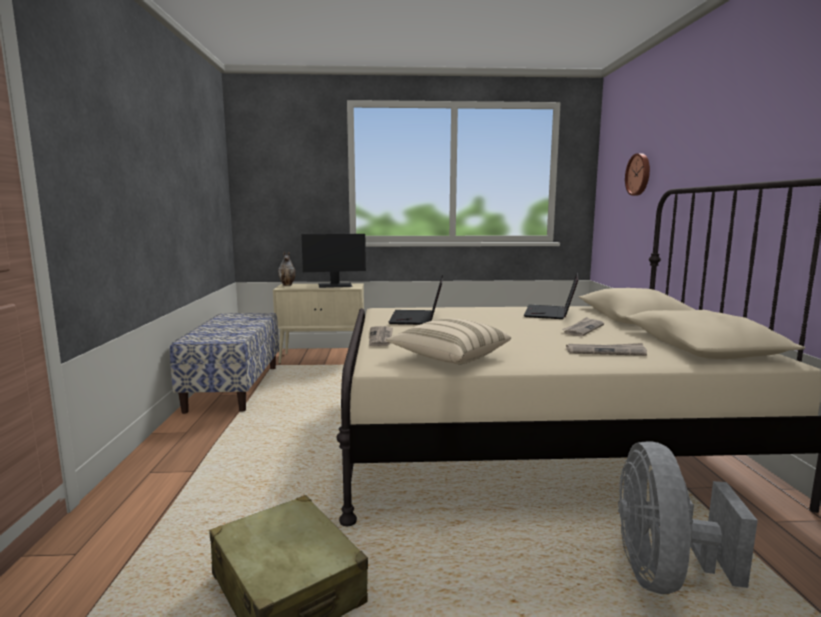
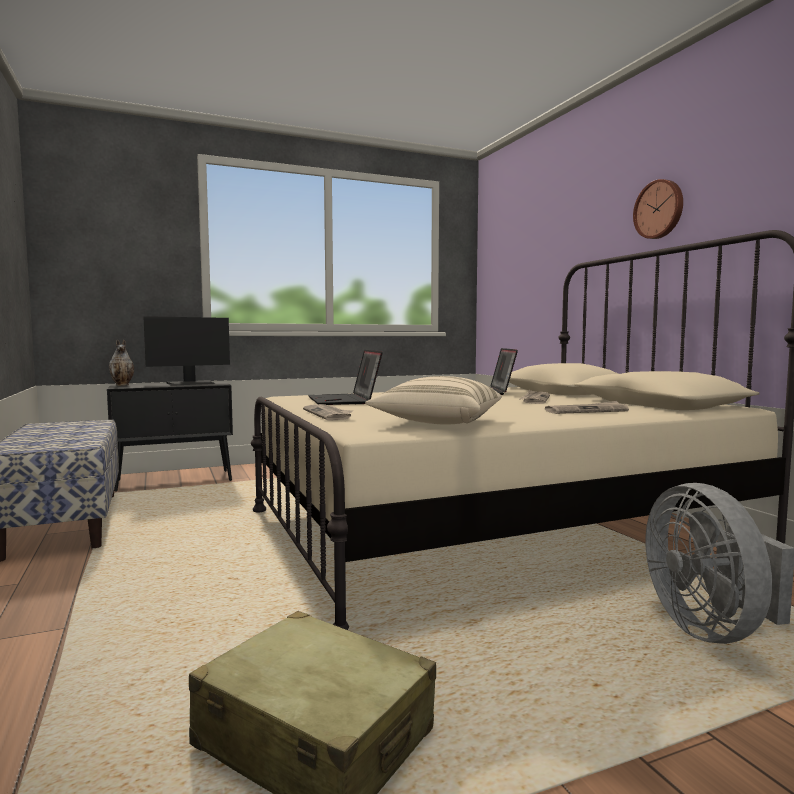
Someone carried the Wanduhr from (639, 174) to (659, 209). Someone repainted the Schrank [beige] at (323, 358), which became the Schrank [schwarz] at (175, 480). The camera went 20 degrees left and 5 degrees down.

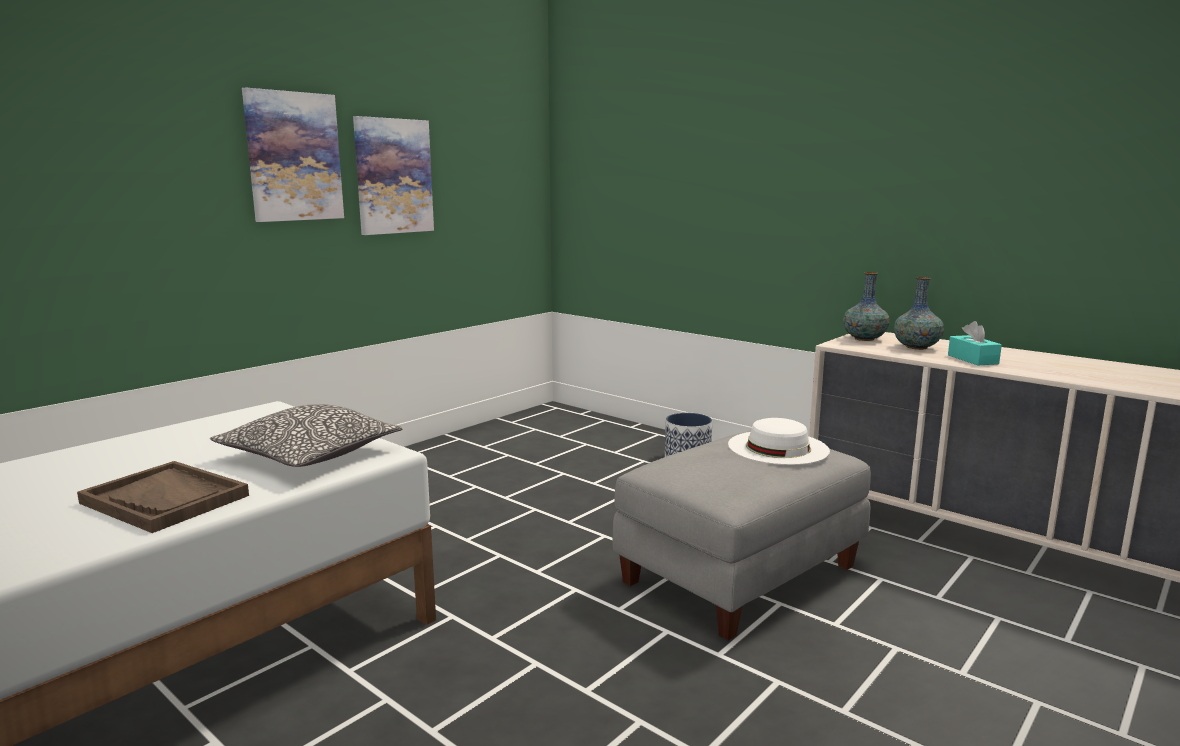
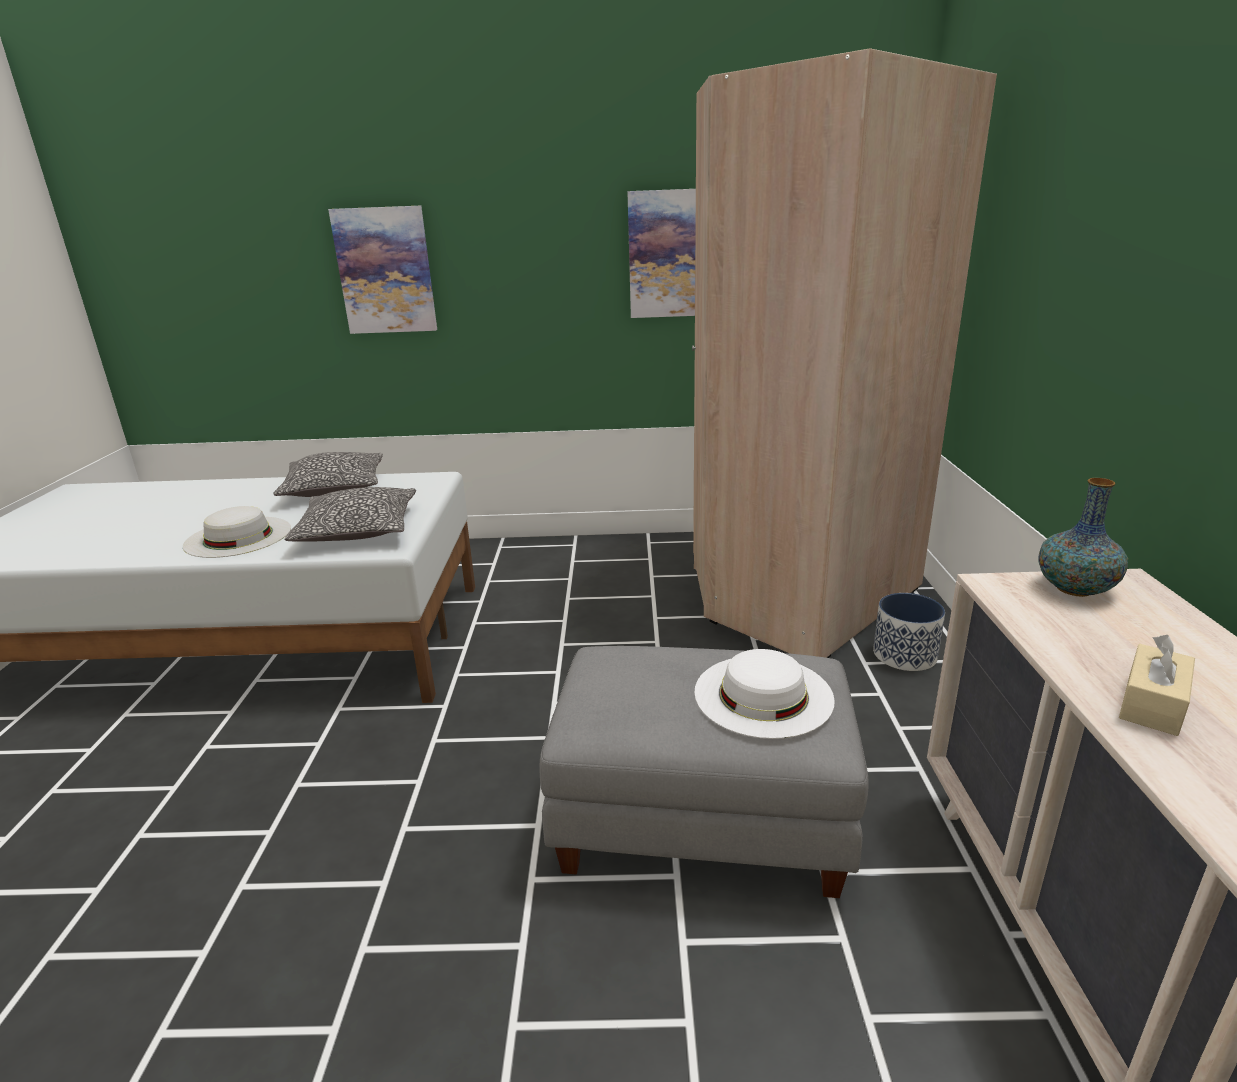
Someone carried the Bild from (294, 157) to (385, 271). Someone took away the Vase at (916, 347). Someone repainted the Taschentuchbox [türkis] at (972, 359), which became the Taschentuchbox [beige] at (1152, 704). Someone swapped the Tablett [braun] at (165, 499) for the Hut [weiß] at (238, 537). Someone put down the Kleiderschrank [beige] at (791, 590). Someone put down the Kissen at (335, 488). The camera went 50 degrees right and 10 degrees up.

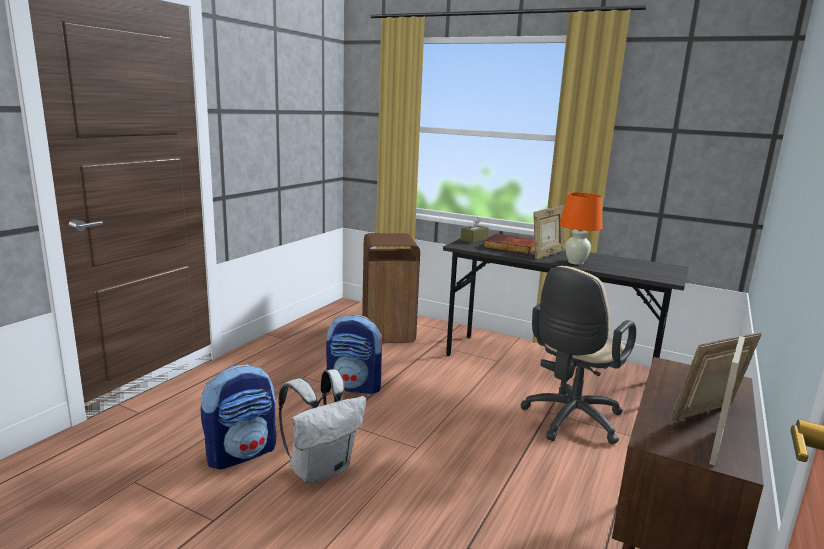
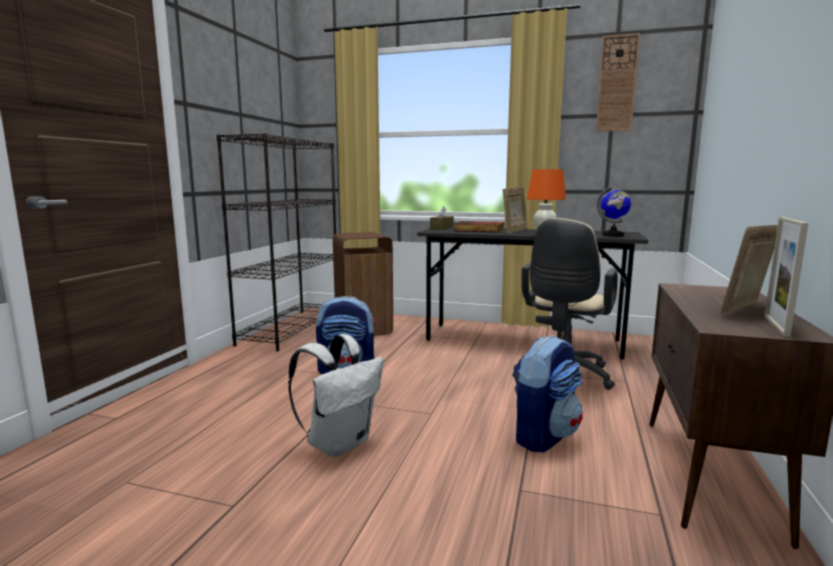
Someone carried the Rucksack from (242, 453) to (543, 435). Someone put up the Wanduhr at (617, 83). Someone put down the Bücherregal [schwarz] at (291, 329). Someone put down the Globus at (613, 235). The camera went 10 degrees left and 5 degrees down.

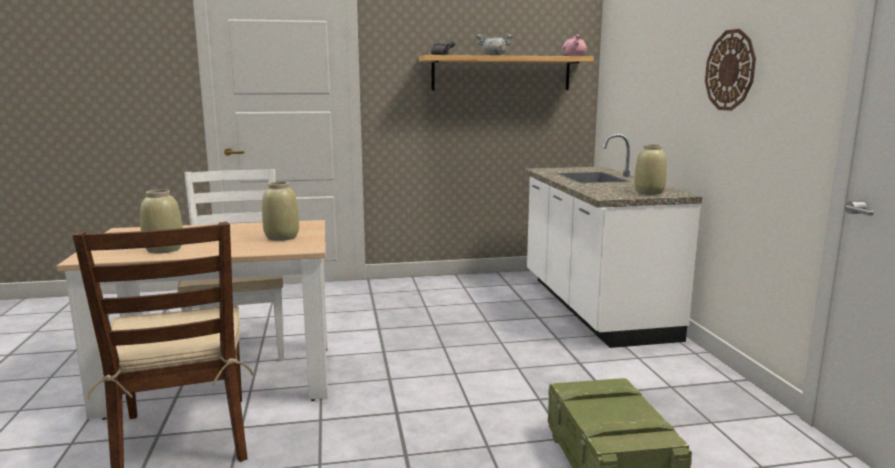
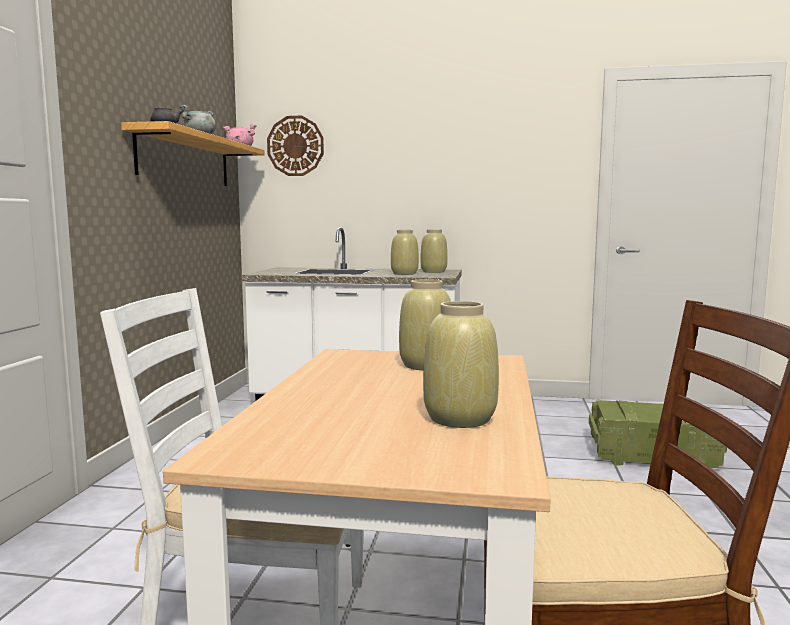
Someone carried the Wanduhr from (730, 70) to (295, 146). Someone put down the Vase [beige] at (405, 274). The camera went 70 degrees left and 5 degrees down.

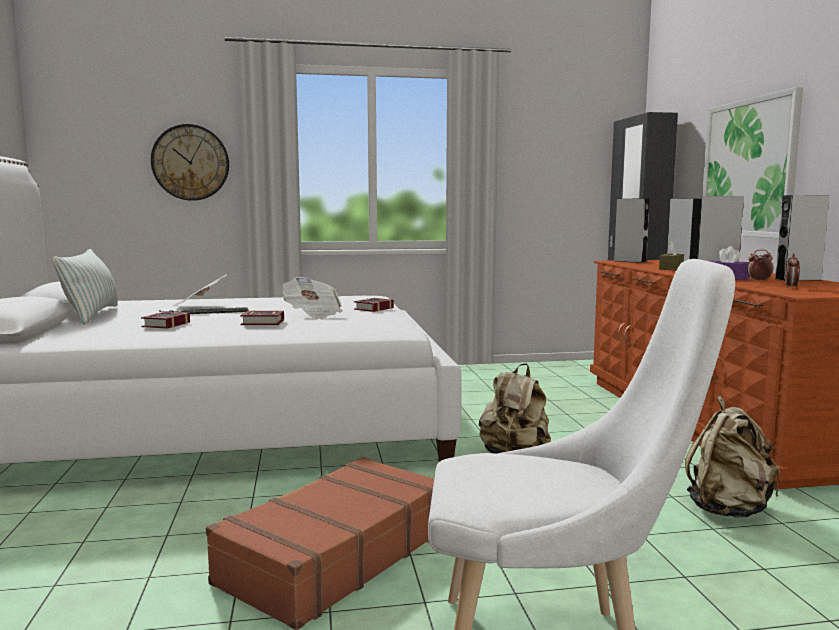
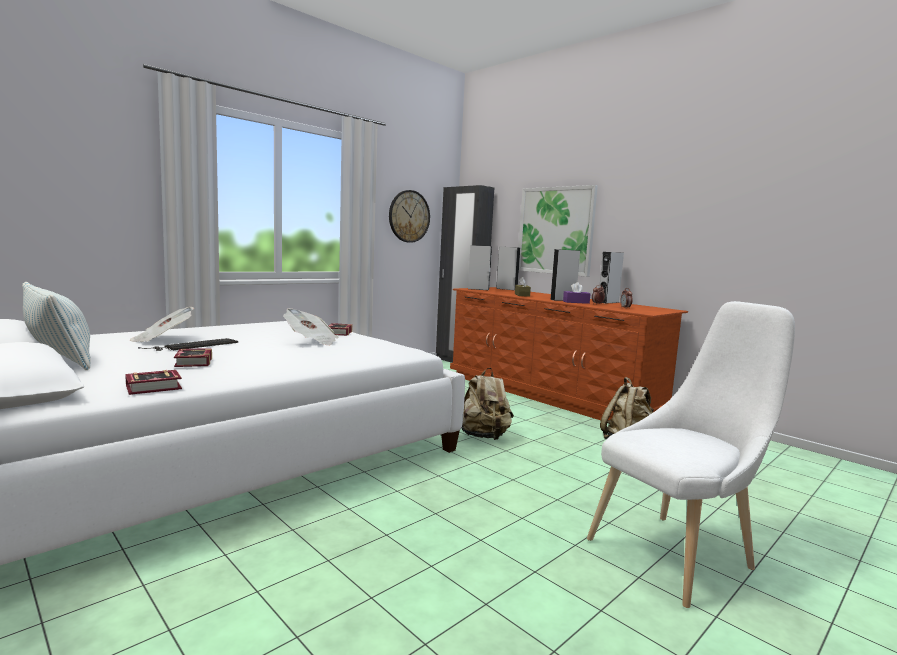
Someone carried the Wanduhr from (190, 162) to (409, 216). Someone carried the Buch from (264, 323) to (156, 387). Someone took away the Koffer [braun] at (334, 556). The camera went 35 degrees left and 0 degrees up.

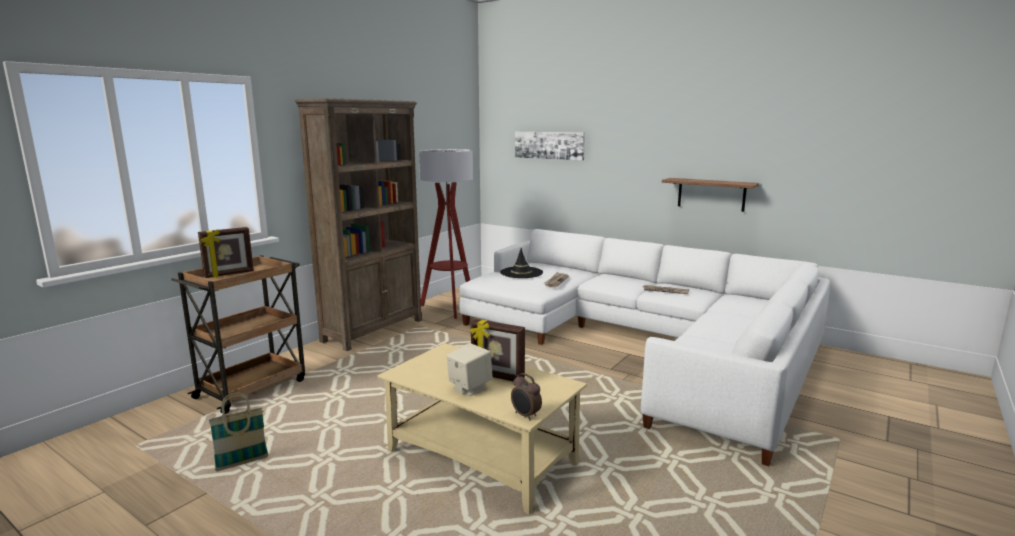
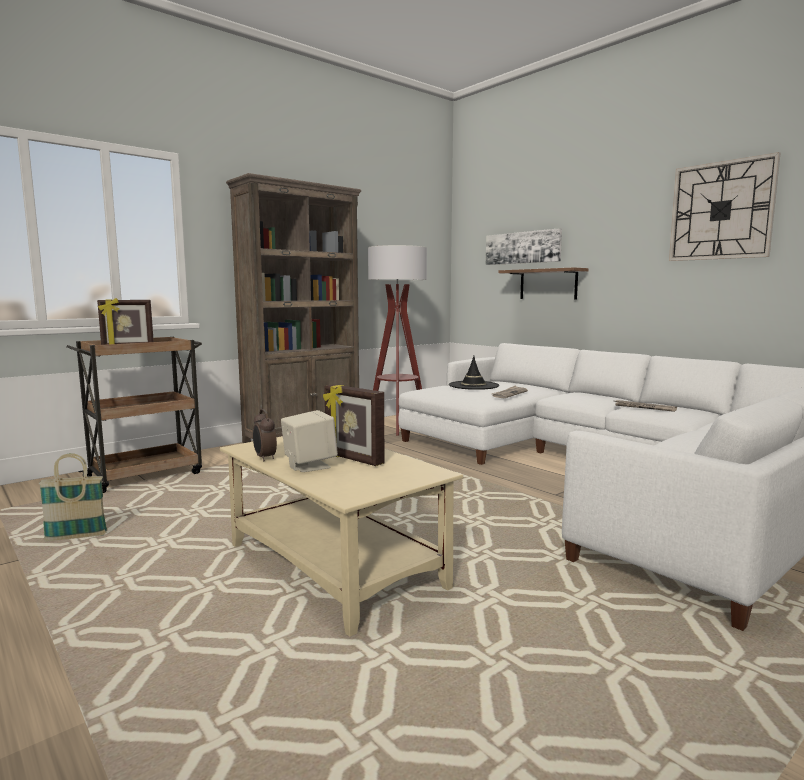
Someone carried the Wandregal from (711, 194) to (548, 284). Someone carried the Wecker from (525, 415) to (264, 458). Someone put up the Wanduhr at (721, 211). The camera went 15 degrees right and 5 degrees down.

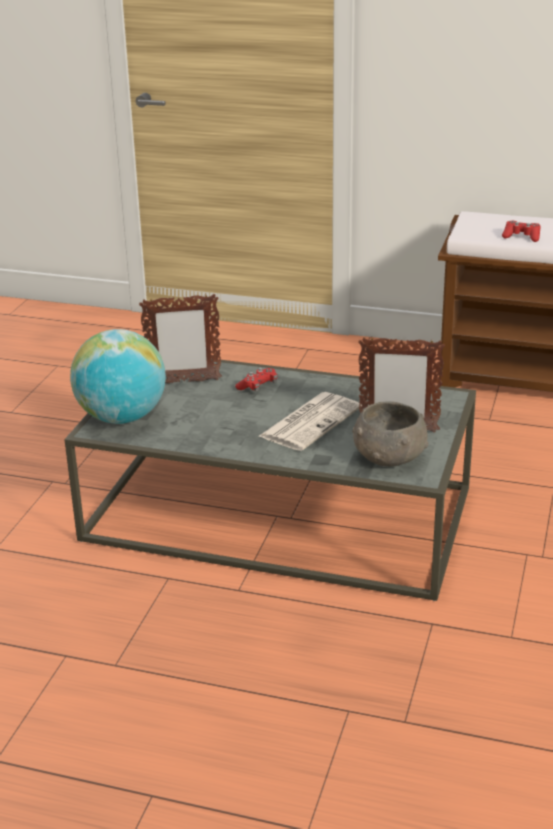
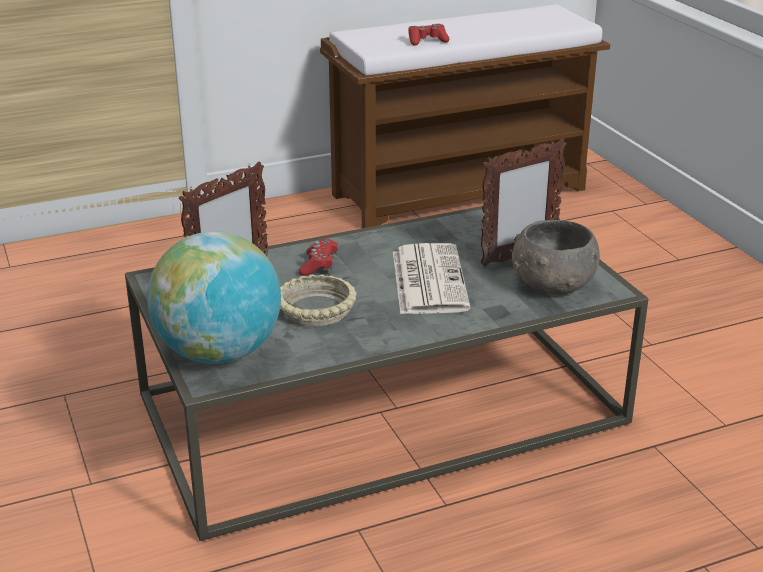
Someone put down the Schüssel [beige] at (317, 309). The camera went 40 degrees left and 0 degrees up.

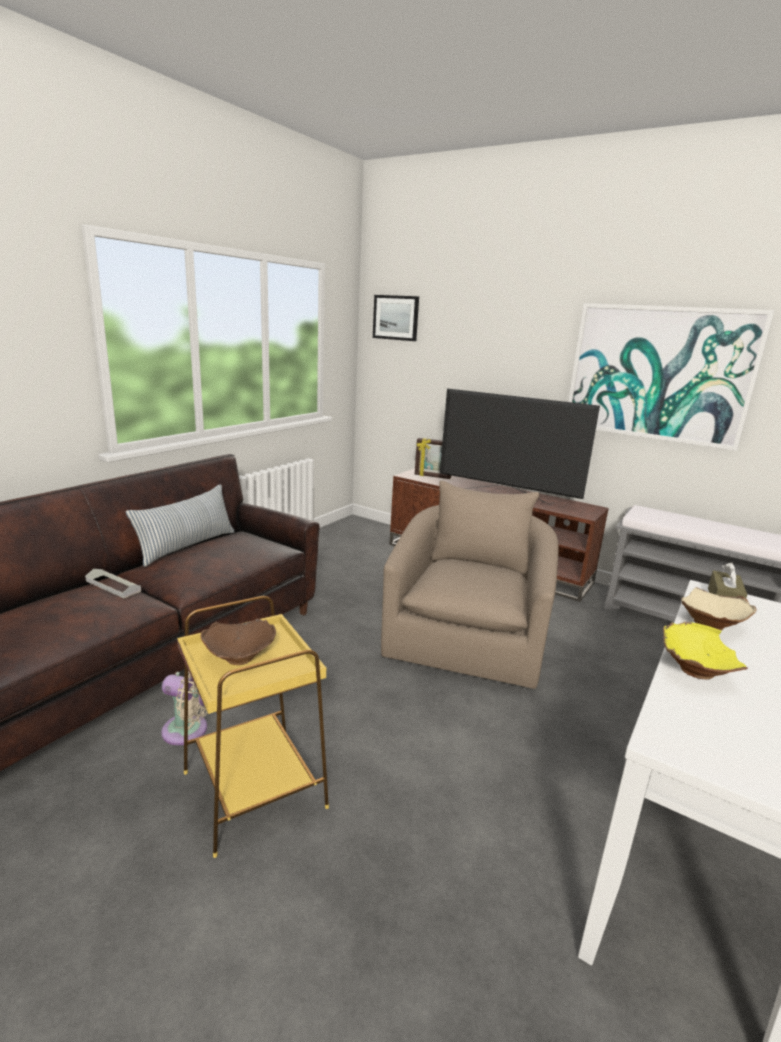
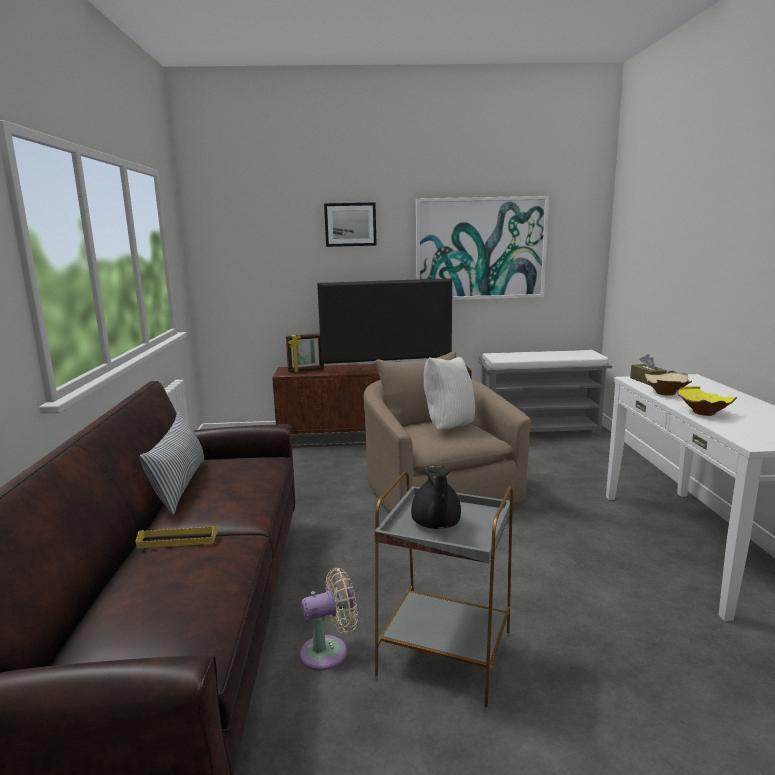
Someone carried the Bild from (396, 317) to (350, 224). Someone repainted the Tablett [grau] at (113, 586), which became the Tablett [gelb] at (177, 540). Someone repainted the Beistelltisch [gelb] at (254, 788), which became the Beistelltisch [grau] at (444, 655). Someone swapped the Schüssel [braun] at (239, 656) for the Teekanne [schwarz] at (435, 524). Someone put down the Kissen [weiß] at (448, 427). The camera went 35 degrees left and 5 degrees down.

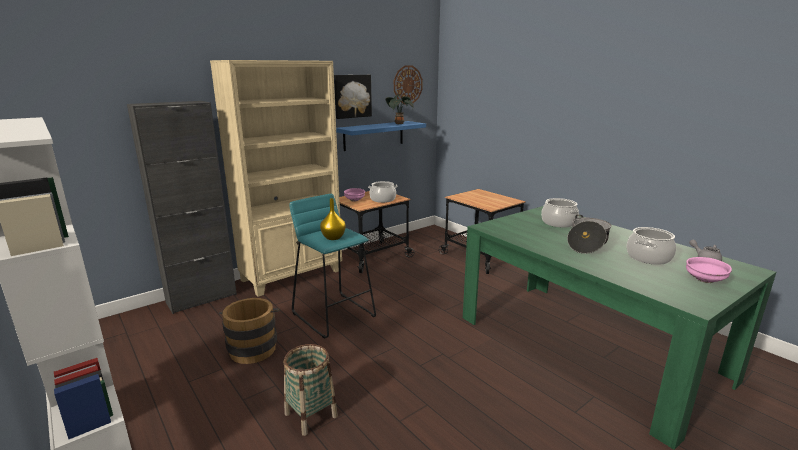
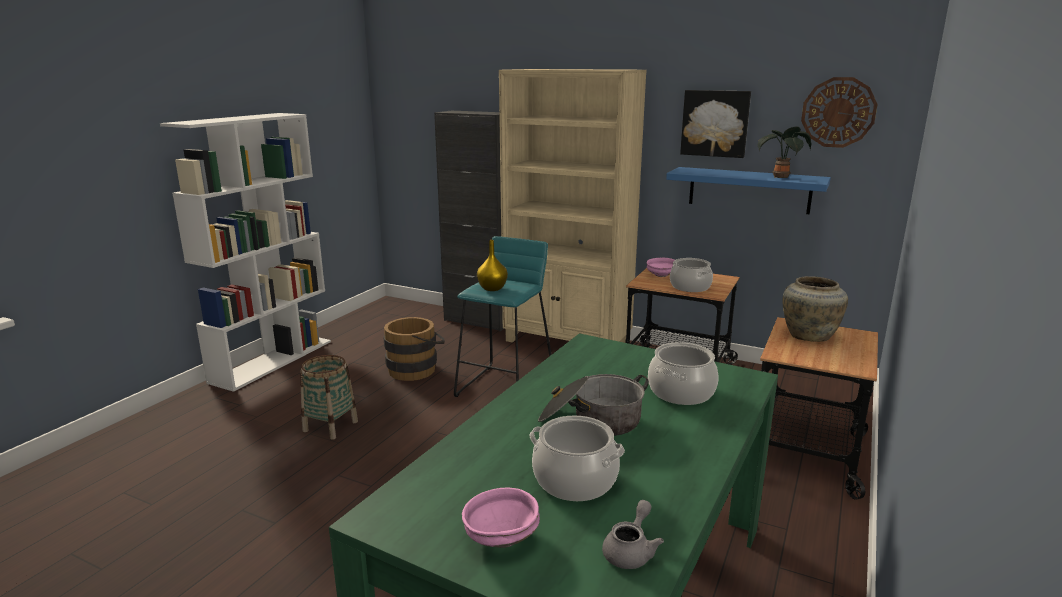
Someone put down the Vase [beige] at (809, 336). The camera went 65 degrees right and 0 degrees up.

